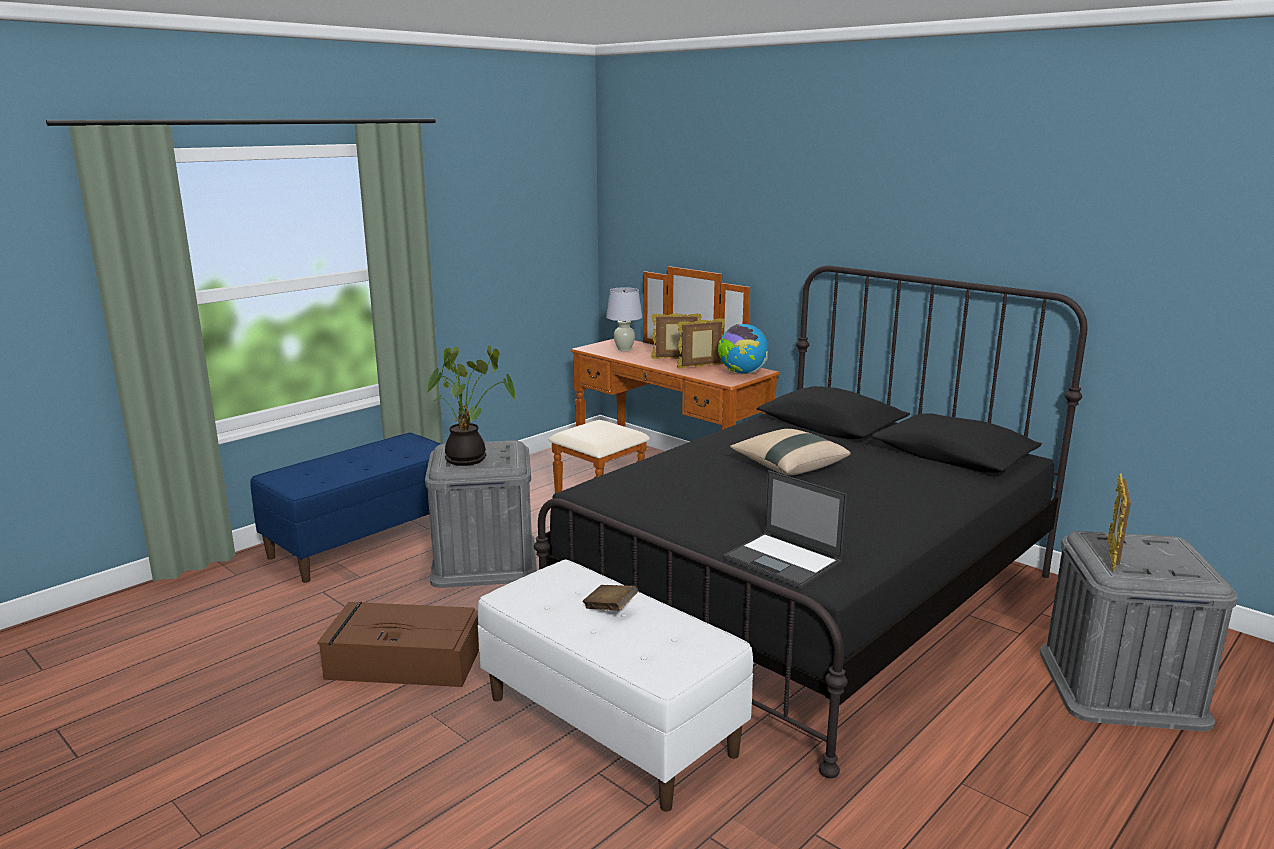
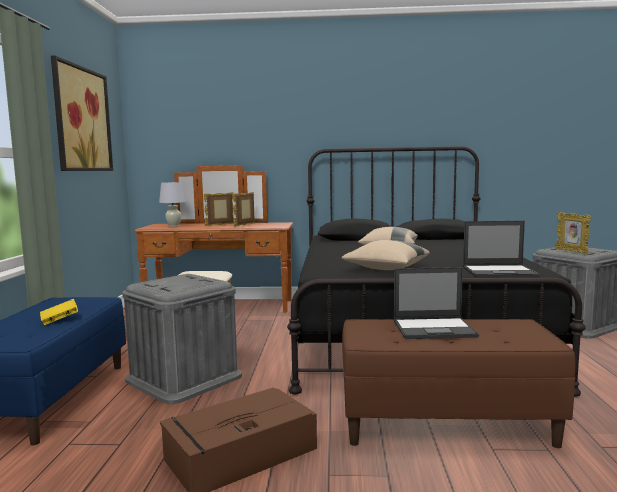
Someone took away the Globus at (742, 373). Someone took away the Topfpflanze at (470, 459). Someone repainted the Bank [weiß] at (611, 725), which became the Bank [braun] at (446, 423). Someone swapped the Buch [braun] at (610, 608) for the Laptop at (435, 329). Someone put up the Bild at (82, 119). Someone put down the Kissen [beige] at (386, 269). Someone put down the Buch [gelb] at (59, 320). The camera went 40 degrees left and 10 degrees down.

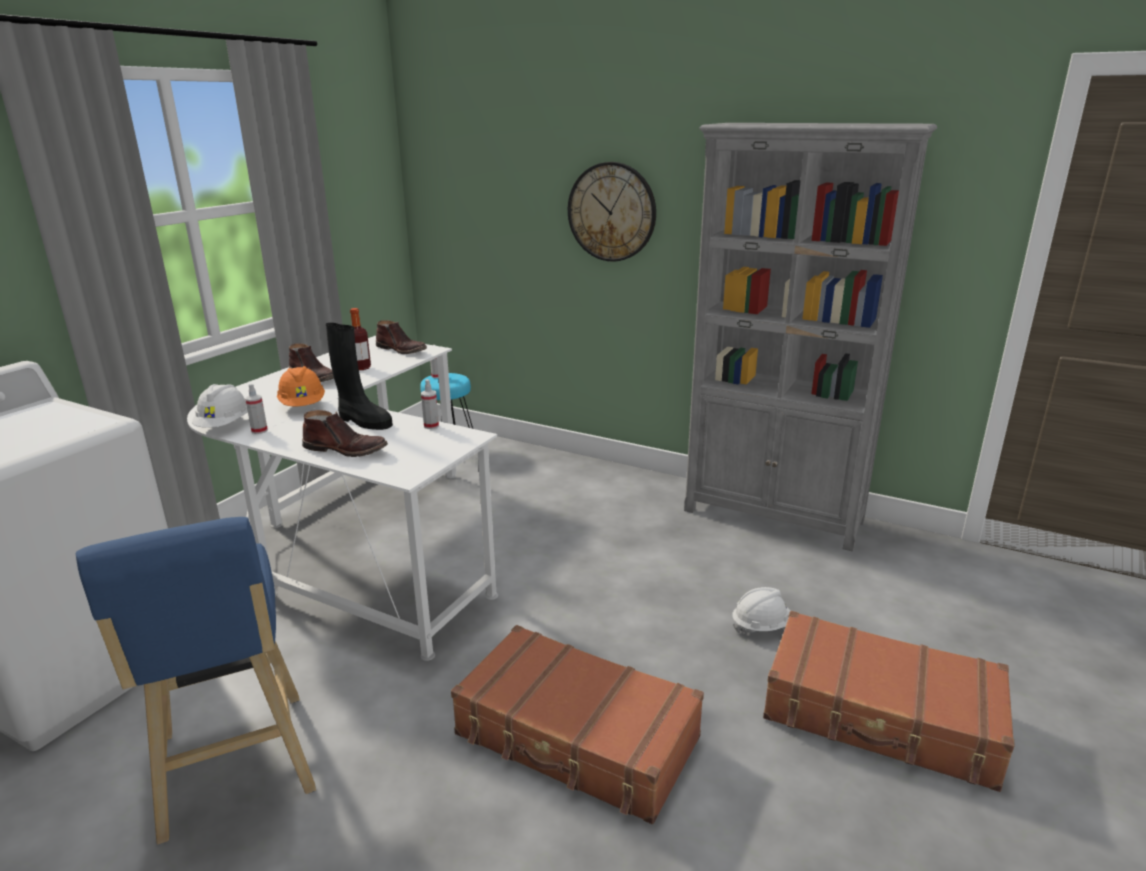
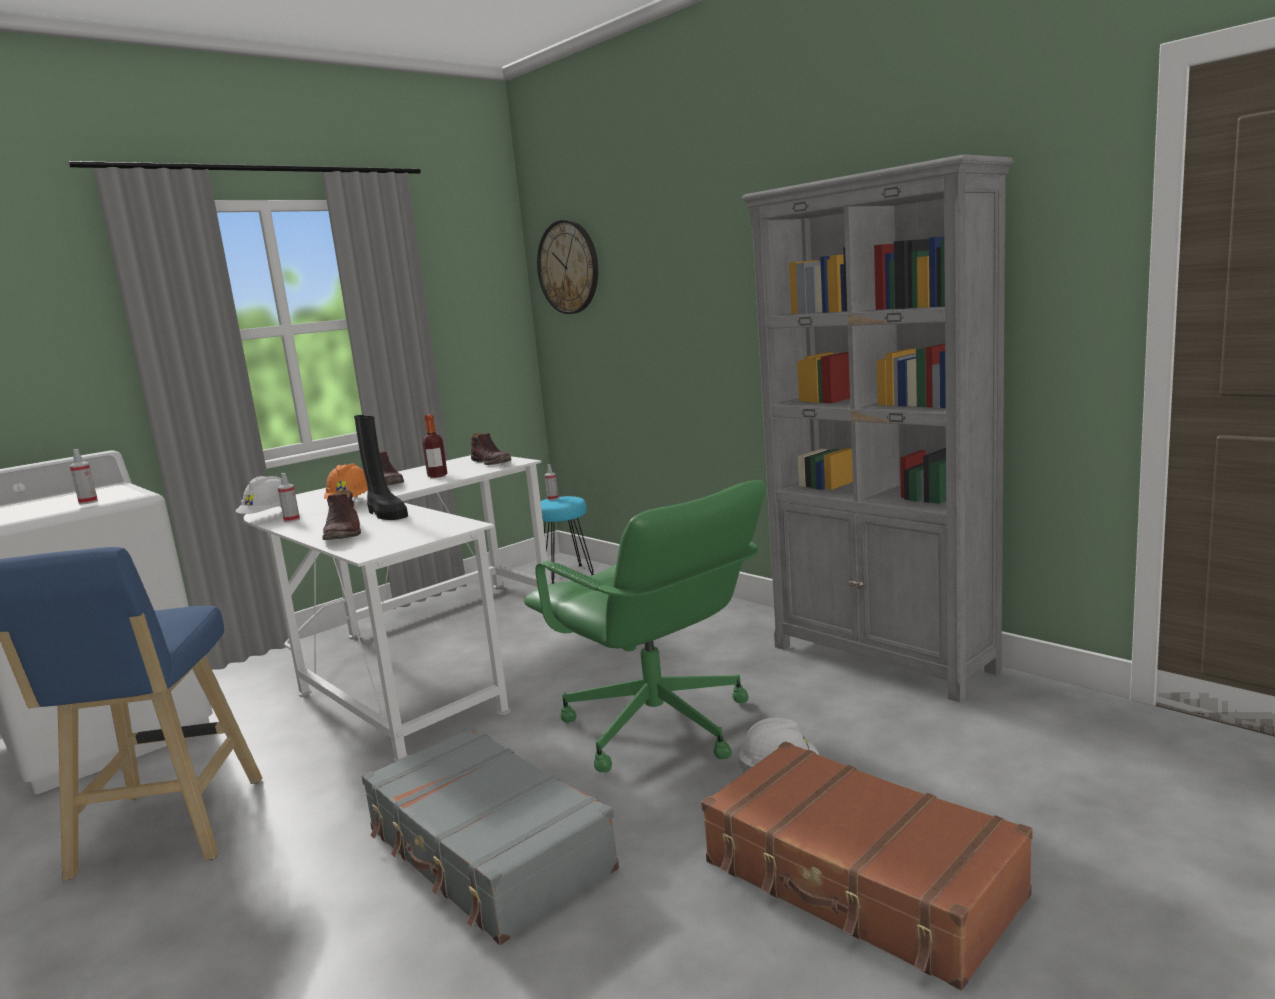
Someone carried the Wanduhr from (612, 212) to (568, 267). Someone carried the Sprühflasche from (431, 426) to (88, 502). Someone rotated the Stiefel [braun] at (346, 449) by 45 degrees clockwise. Someone repainted the Koffer [braun] at (576, 738), which became the Koffer [grau] at (487, 851). Someone put down the Bürostuhl [grün] at (657, 728). The camera went 20 degrees right and 10 degrees down.

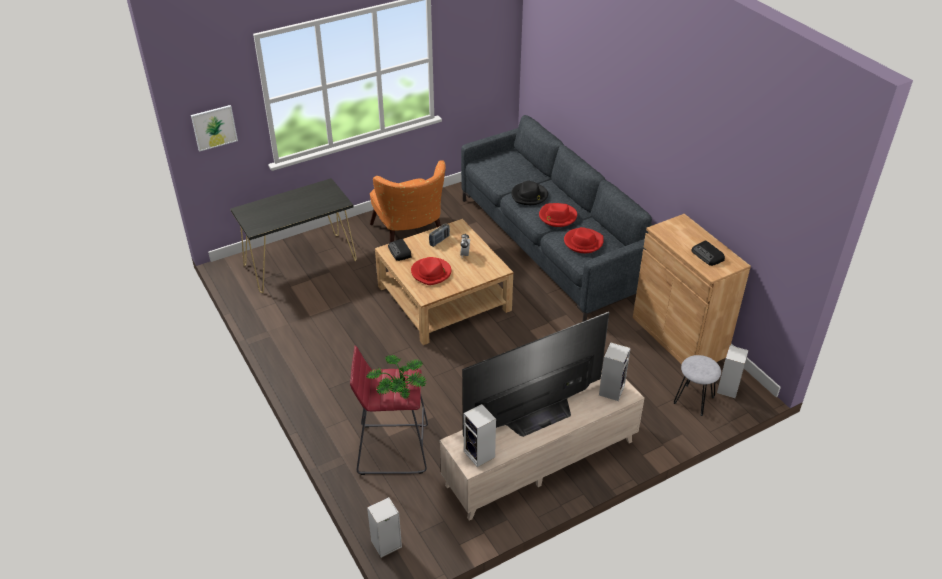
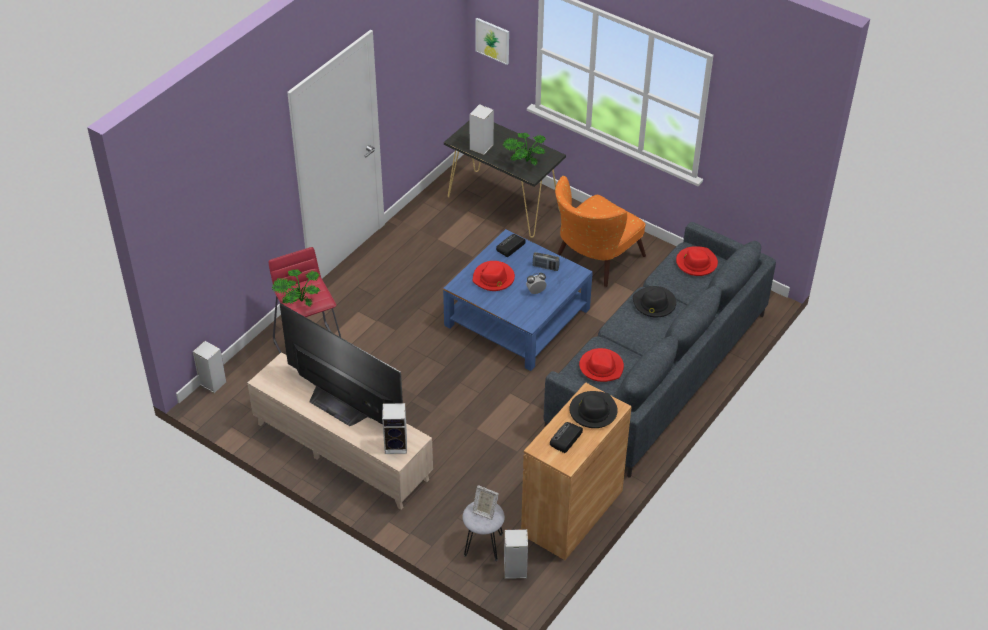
Someone carried the Hut [rot] from (557, 217) to (696, 263). Someone repainted the Couchtisch [beige] at (444, 298), which became the Couchtisch [blau] at (517, 317). Someone carried the Lautsprecher from (480, 455) to (481, 148). Someone put down the Topfpflanze at (524, 161). Someone put down the Hut [schwarz] at (593, 411). Someone put down the Bilderrahmen at (484, 510). The camera went 65 degrees right and 5 degrees up.

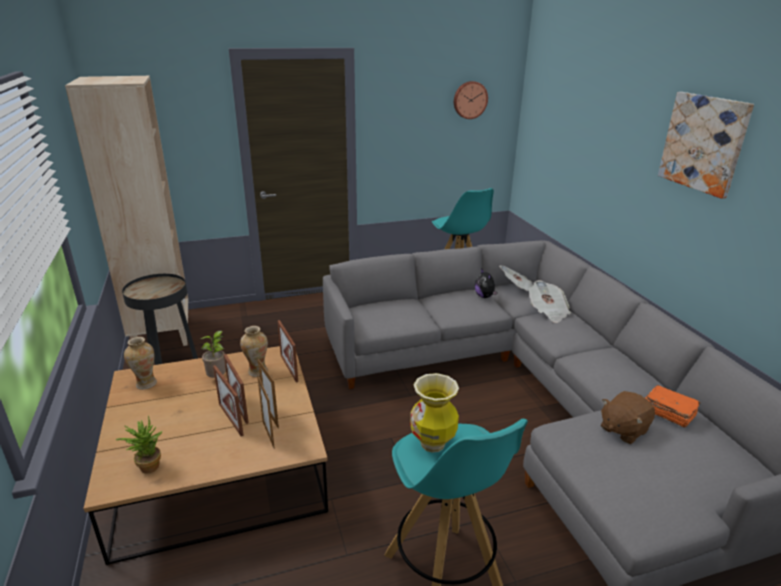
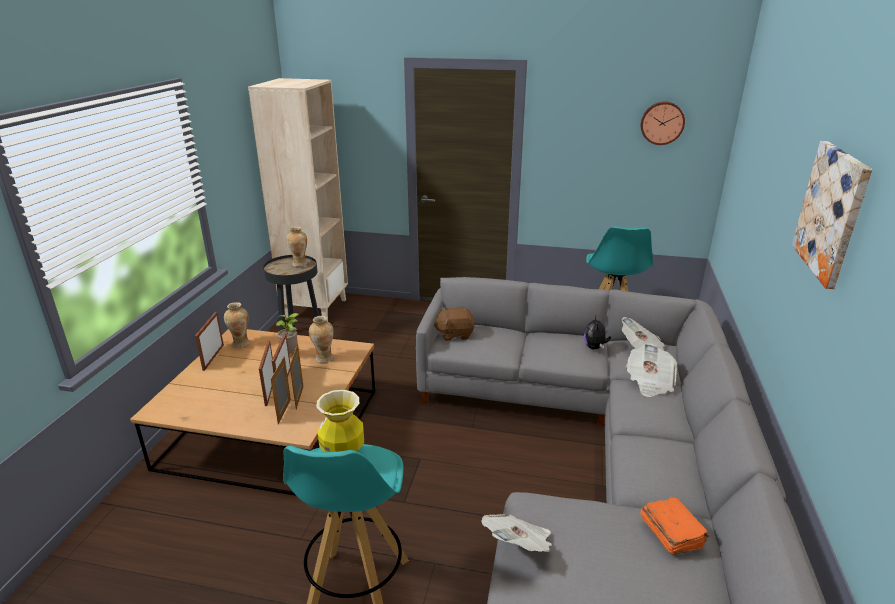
Someone carried the Bilderrahmen from (289, 368) to (213, 357). Someone carried the Plüschtier [braun] from (623, 429) to (455, 334). Someone took away the Topfpflanze at (147, 465). Someone put down the Vase at (299, 264). Someone put down the Zeitung at (519, 545). The camera went 30 degrees right and 0 degrees up.

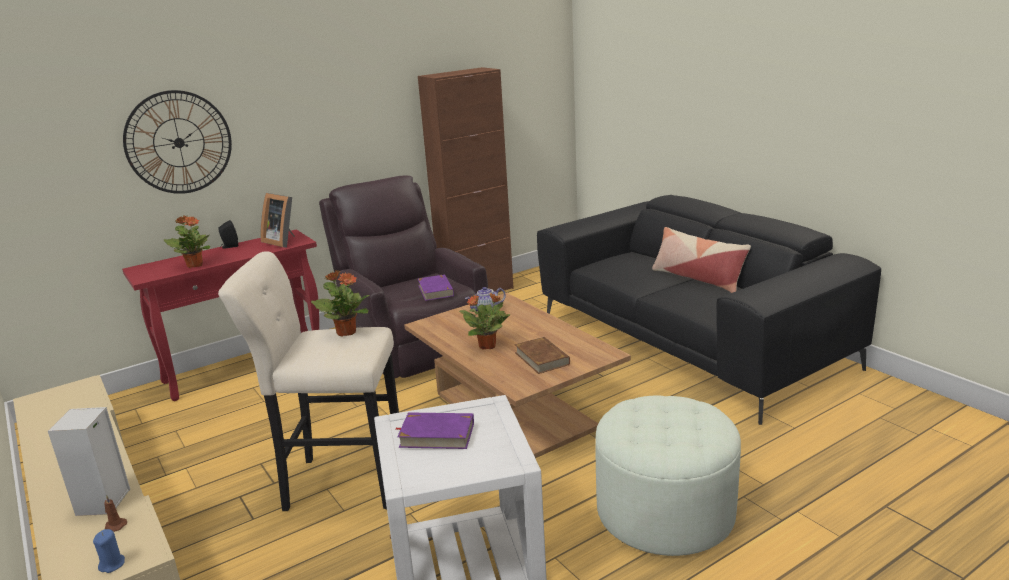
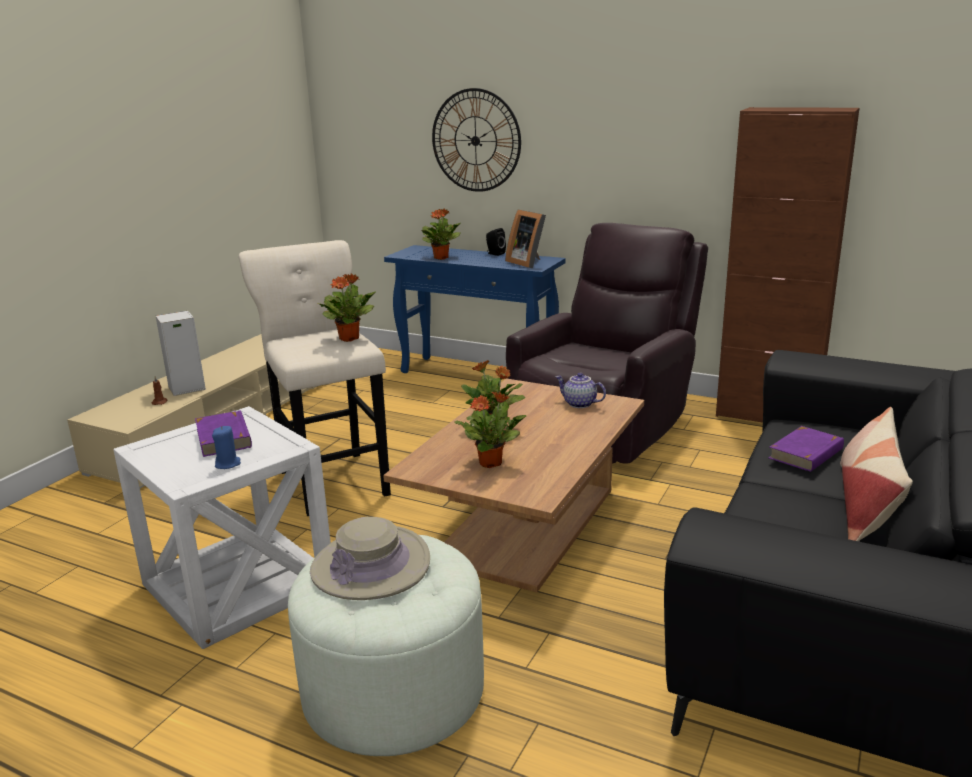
Someone rotated the Bilderrahmen at (283, 241) by 45 degrees counterclockwise. Someone repainted the Konsolentisch [rot] at (246, 367), which became the Konsolentisch [blau] at (479, 375). Someone carried the Buch [lila] from (436, 290) to (806, 453). Someone swapped the Buch [braun] at (542, 358) for the Topfpflanze at (491, 463). Someone carried the Kerze [blau] from (112, 564) to (228, 464). Someone put down the Hut [beige] at (371, 565). The camera went 60 degrees right and 0 degrees up.

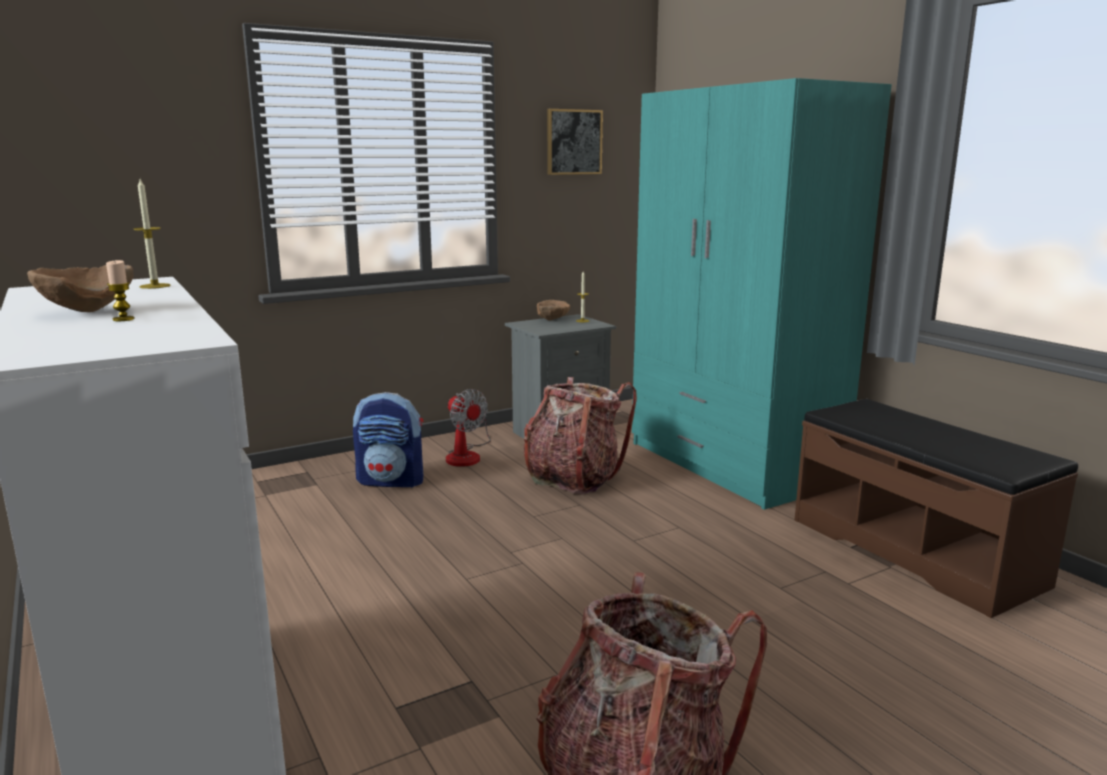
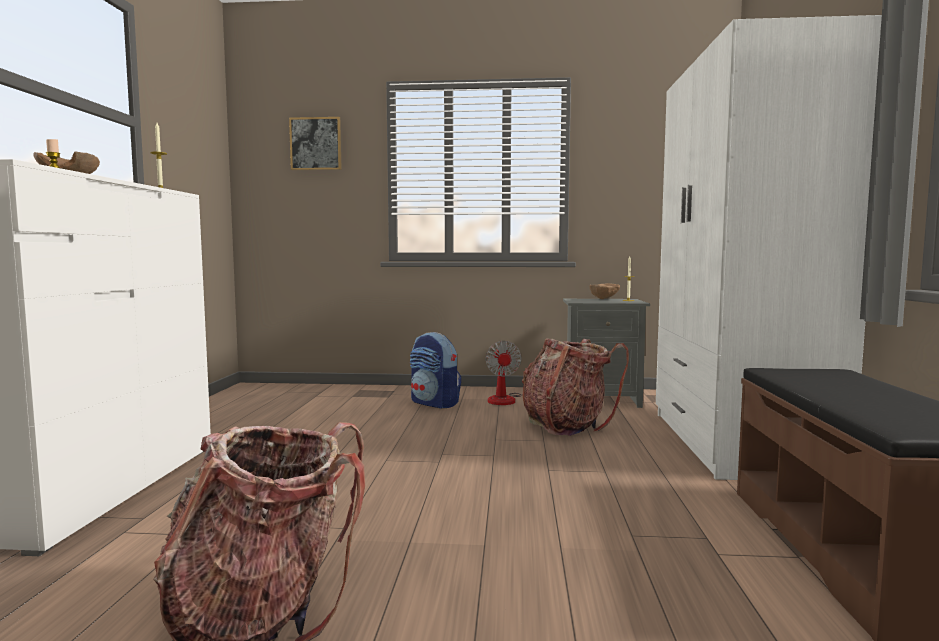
Someone repainted the Kleiderschrank [türkis] at (731, 463), which became the Kleiderschrank [weiß] at (735, 443). Someone carried the Bild from (574, 142) to (316, 144). The camera went 35 degrees right and 10 degrees down.

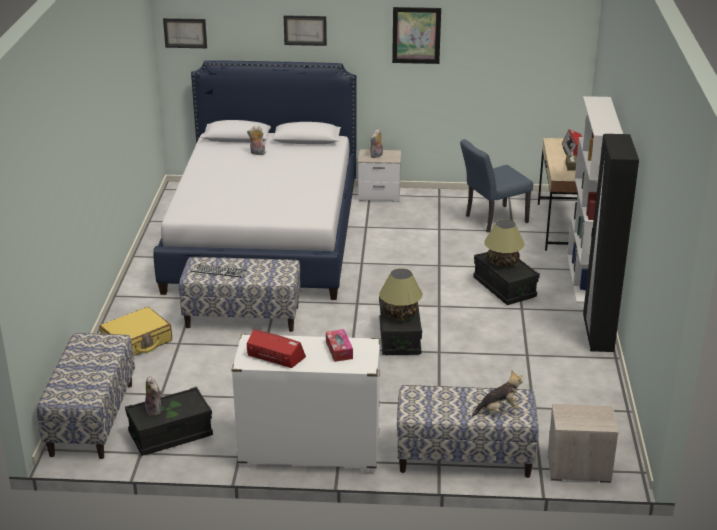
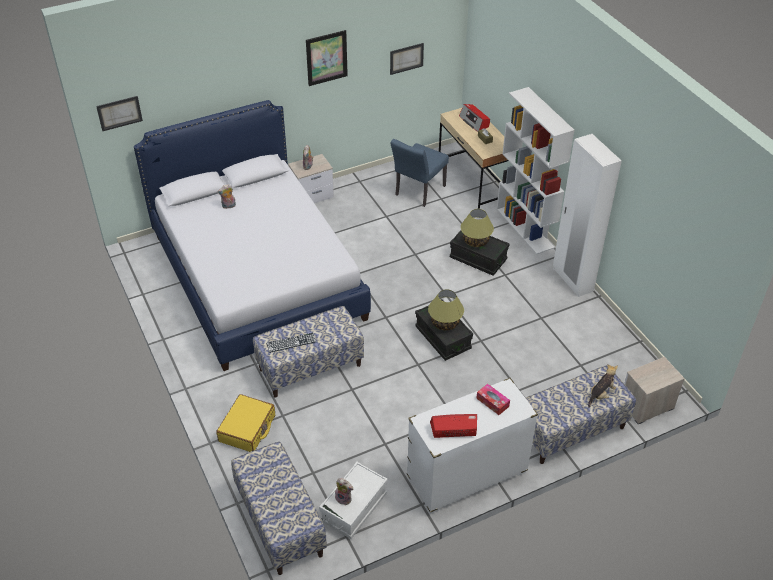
Someone carried the Bild from (305, 30) to (406, 58). Someone repainted the Kleiderschrank [schwarz] at (597, 335), which became the Kleiderschrank [weiß] at (572, 280). Someone repainted the Aufbewahrungsbox [schwarz] at (170, 434), which became the Aufbewahrungsbox [weiß] at (354, 508). The camera went 30 degrees left and 15 degrees up.

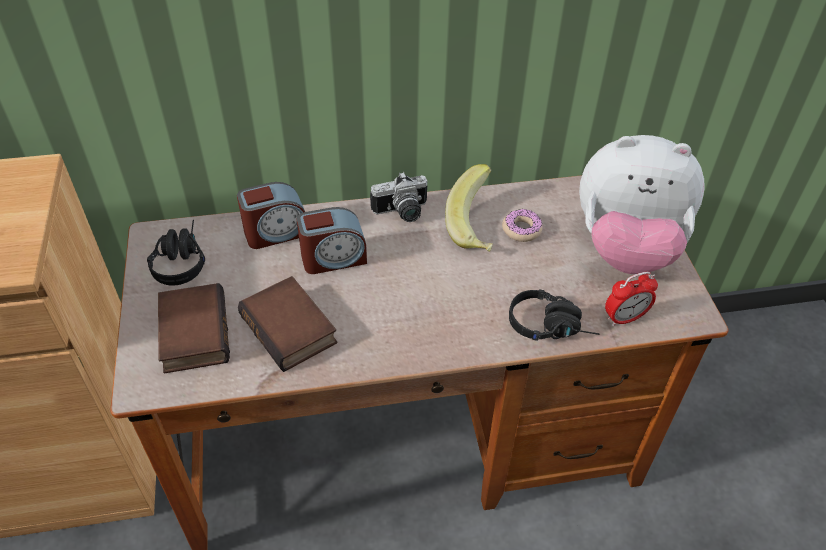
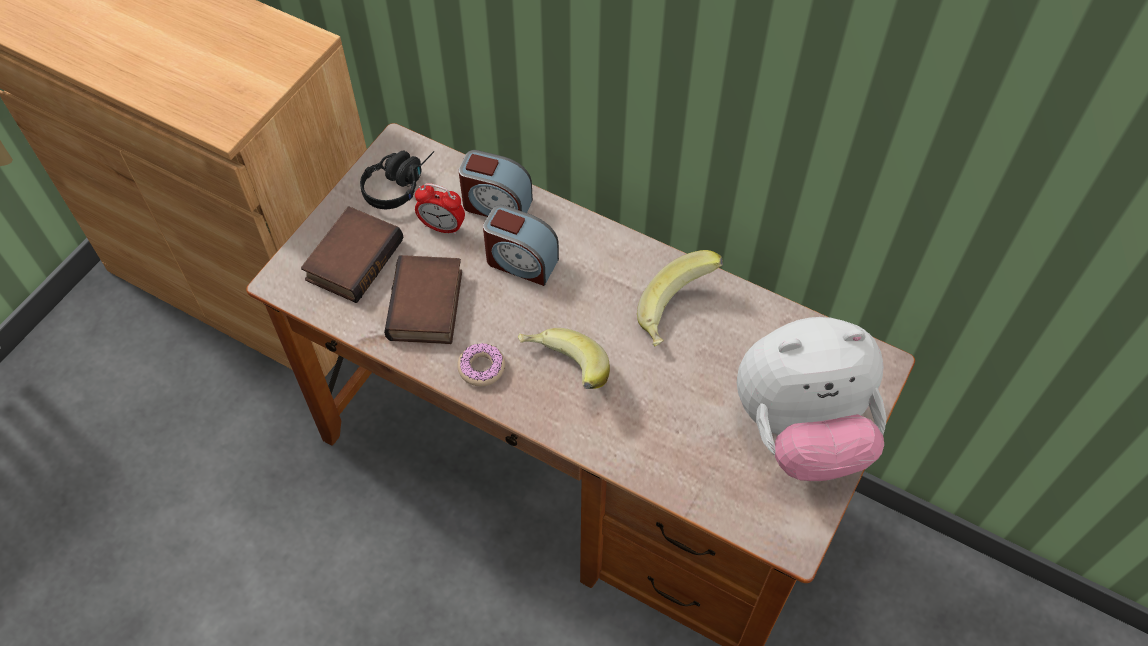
Someone rotated the Plüschtier at (626, 248) by 60 degrees counterclockwise. Someone took away the Kamera at (402, 213). Someone carried the Donut from (521, 230) to (481, 368). Someone carried the Wecker from (624, 318) to (442, 227). Someone took away the Kopfhörer [schwarz] at (552, 326). Someone put down the Banane at (562, 372). The camera went 40 degrees right and 10 degrees up.

